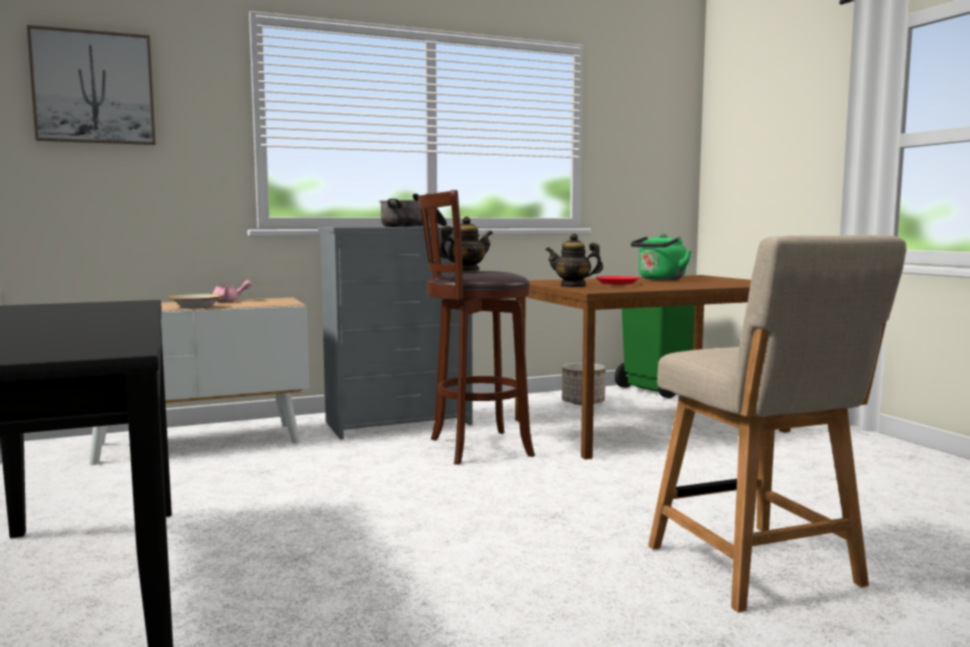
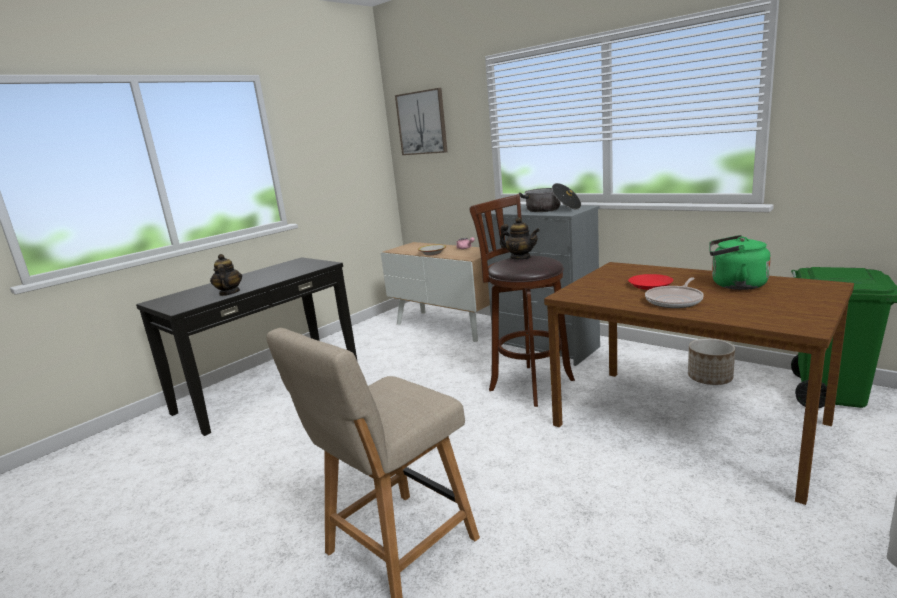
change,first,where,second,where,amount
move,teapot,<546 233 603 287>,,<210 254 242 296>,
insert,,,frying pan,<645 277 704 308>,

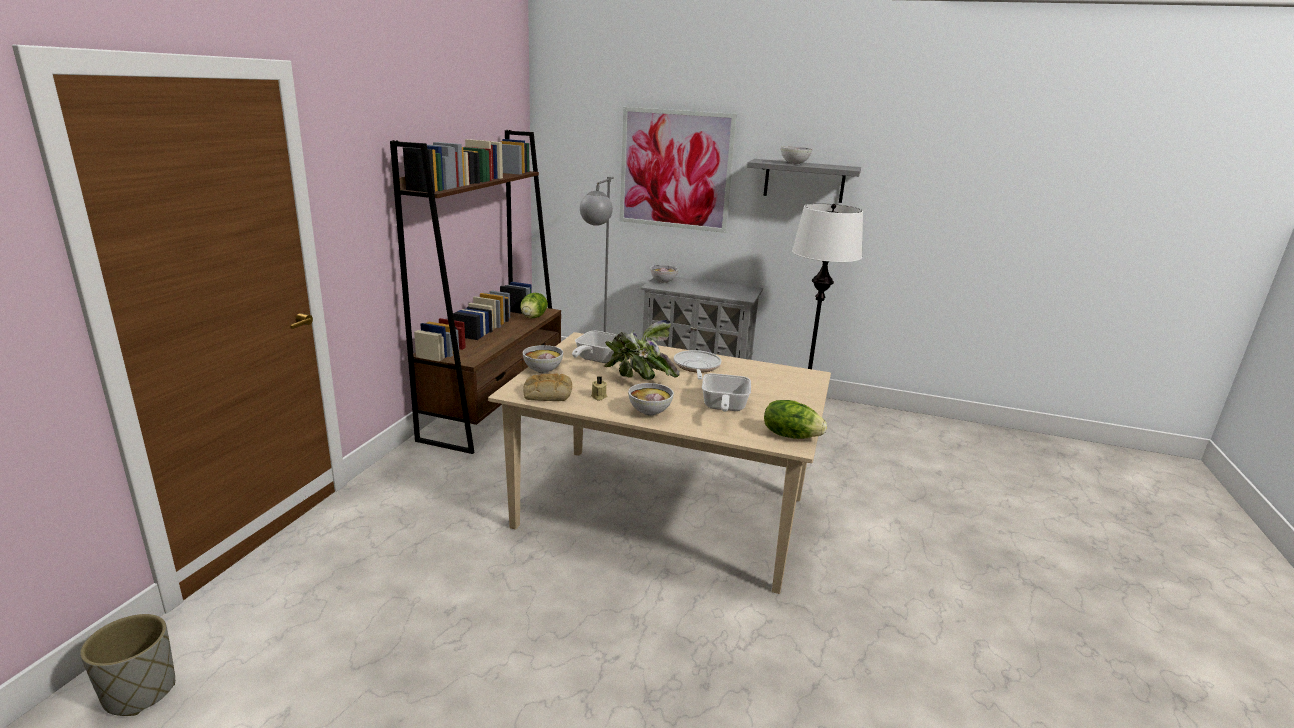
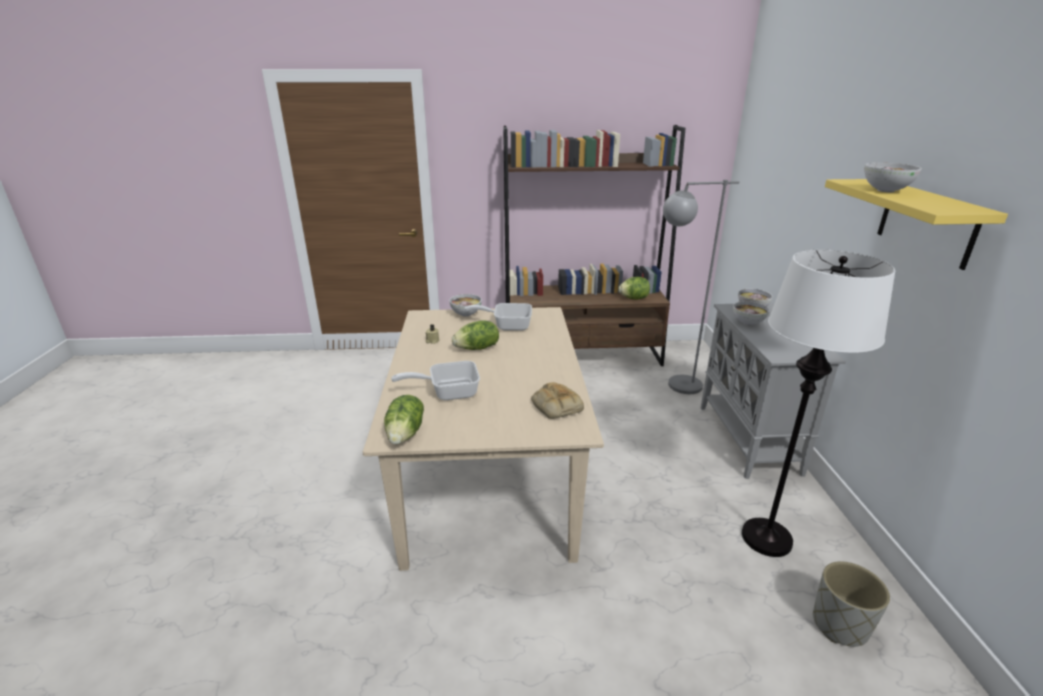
change,first,where,second,where,amount
delete,picture,<620 107 737 233>,,,
recolor,grey shelf,<747 159 861 203>,yellow shelf,<825 179 1008 270>,
replace,potted plant,<604 320 680 380>,lettuce,<452 321 499 350>,
delete,frying pan,<674 350 721 380>,,,
move,bread,<523 373 572 401>,,<531 382 584 419>,
move,bowl,<628 383 674 416>,,<733 301 770 325>,
move,grey planter,<80 614 175 716>,,<813 561 890 647>,

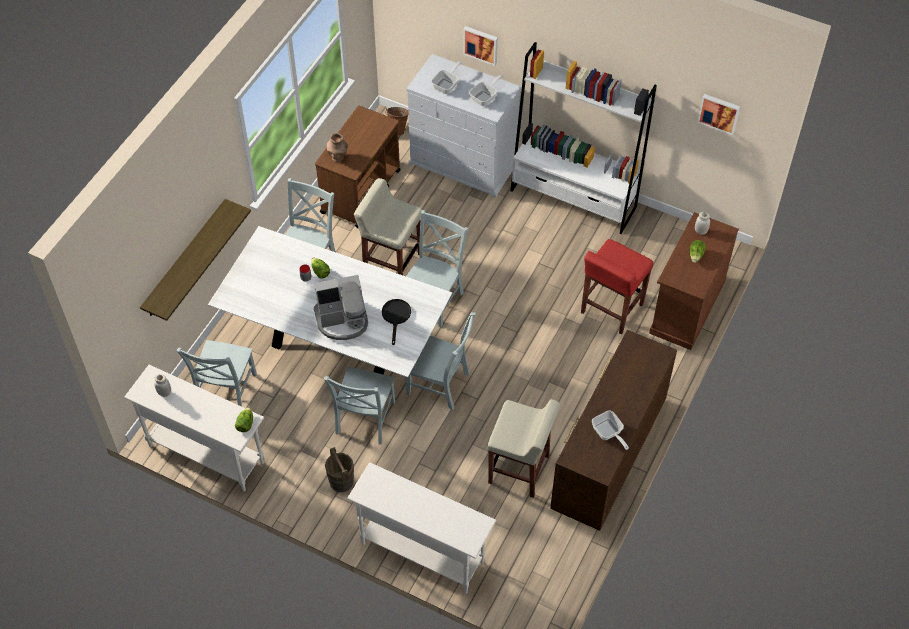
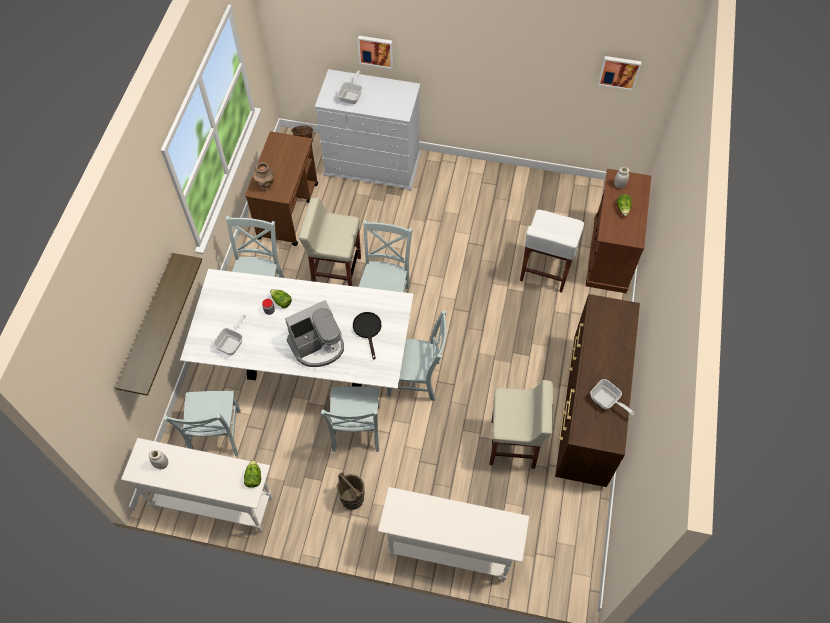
change,first,where,second,where,amount
delete,white bookcase,<510 42 657 234>,,,
move,frying pan,<469 75 503 106>,,<213 315 246 355>,
recolor,red stool,<581 239 654 334>,white stool,<520 210 584 293>,

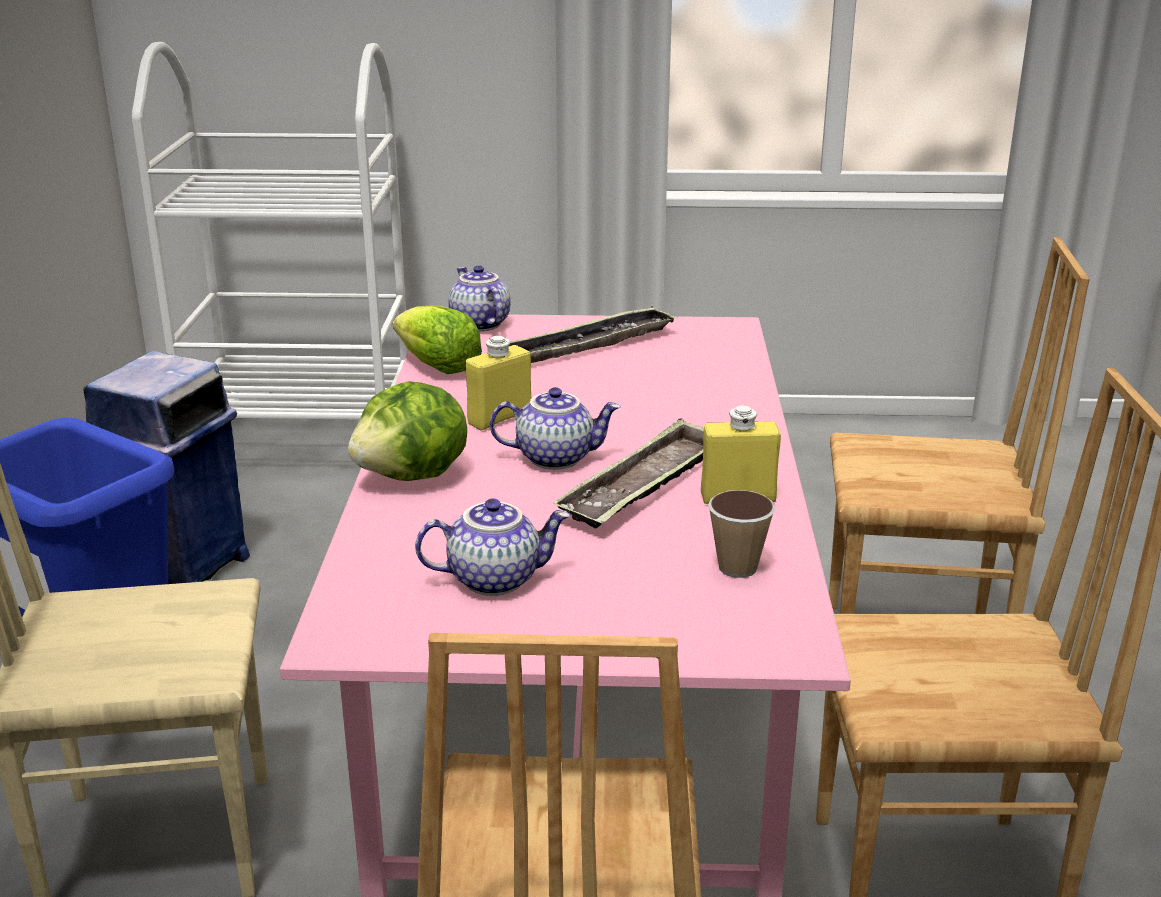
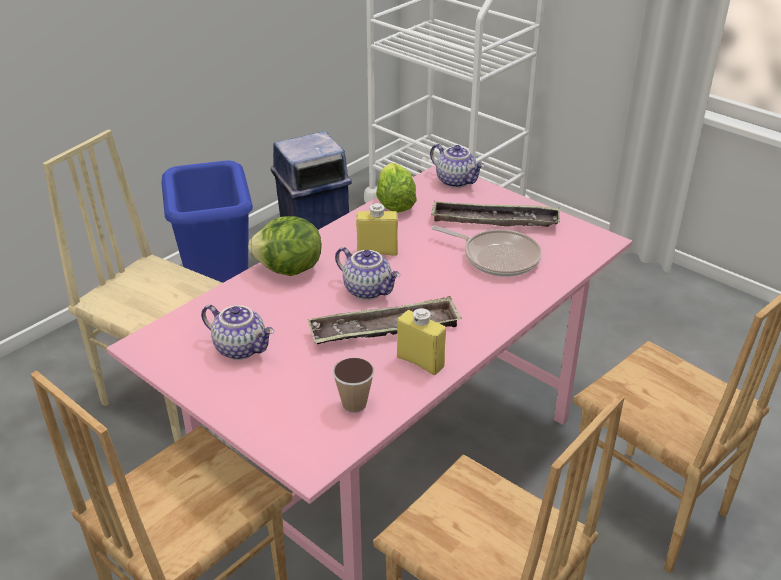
change,first,where,second,where,amount
rotate,teapot,<448 265 511 331>,,<430 144 485 188>,120 degrees clockwise
insert,,,frying pan,<432 225 542 277>,

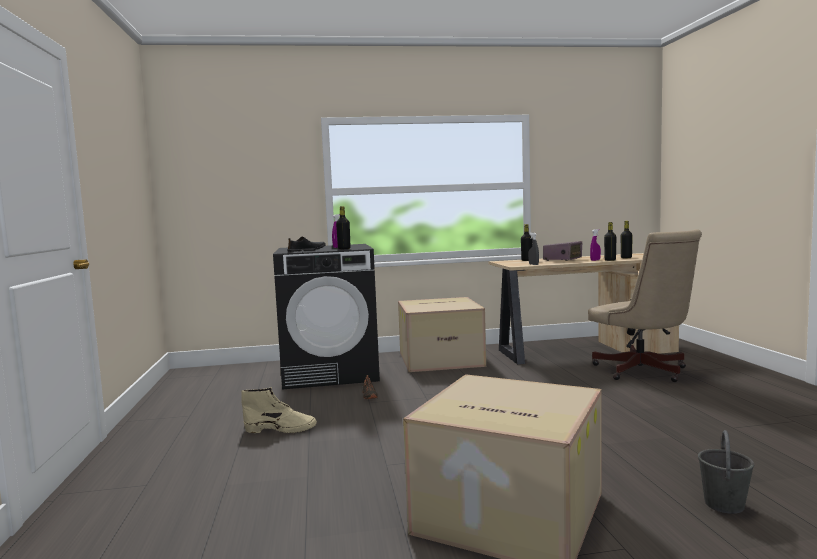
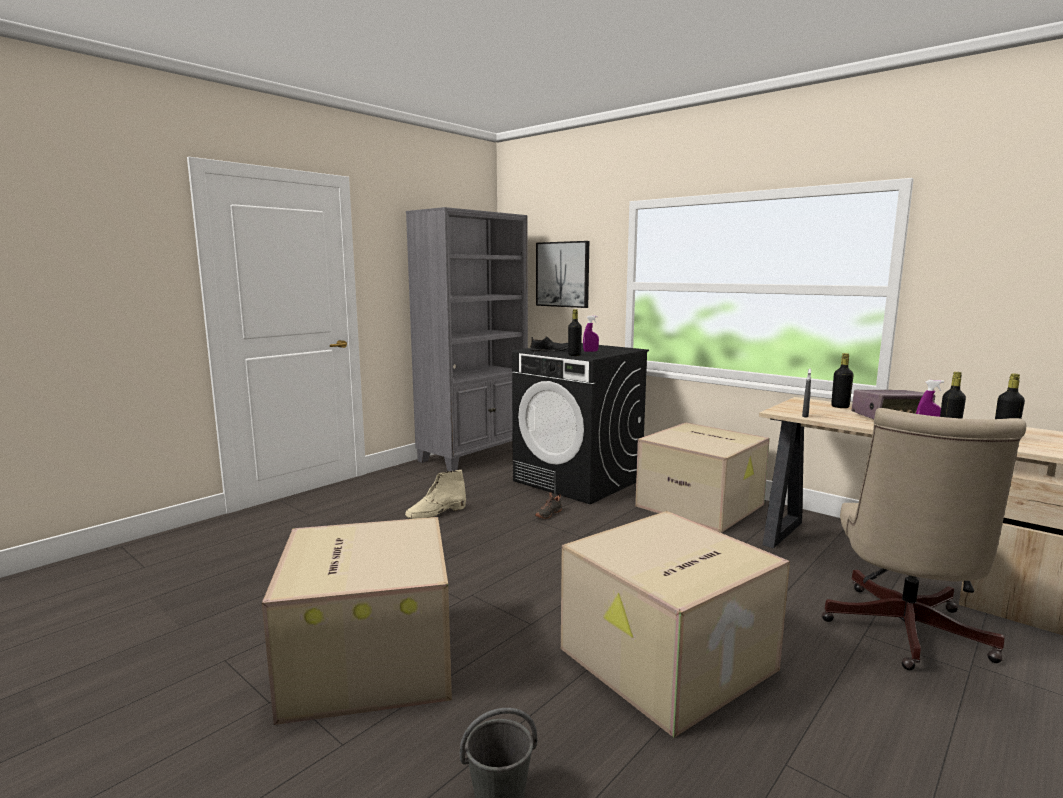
change,first,where,second,where,amount
rotate,beige boot,<241 387 317 433>,,<405 470 466 519>,90 degrees clockwise
insert,,,grey bookcase,<406 207 528 471>,
insert,,,picture,<536 241 589 308>,
insert,,,cardboard box,<561 511 790 738>,

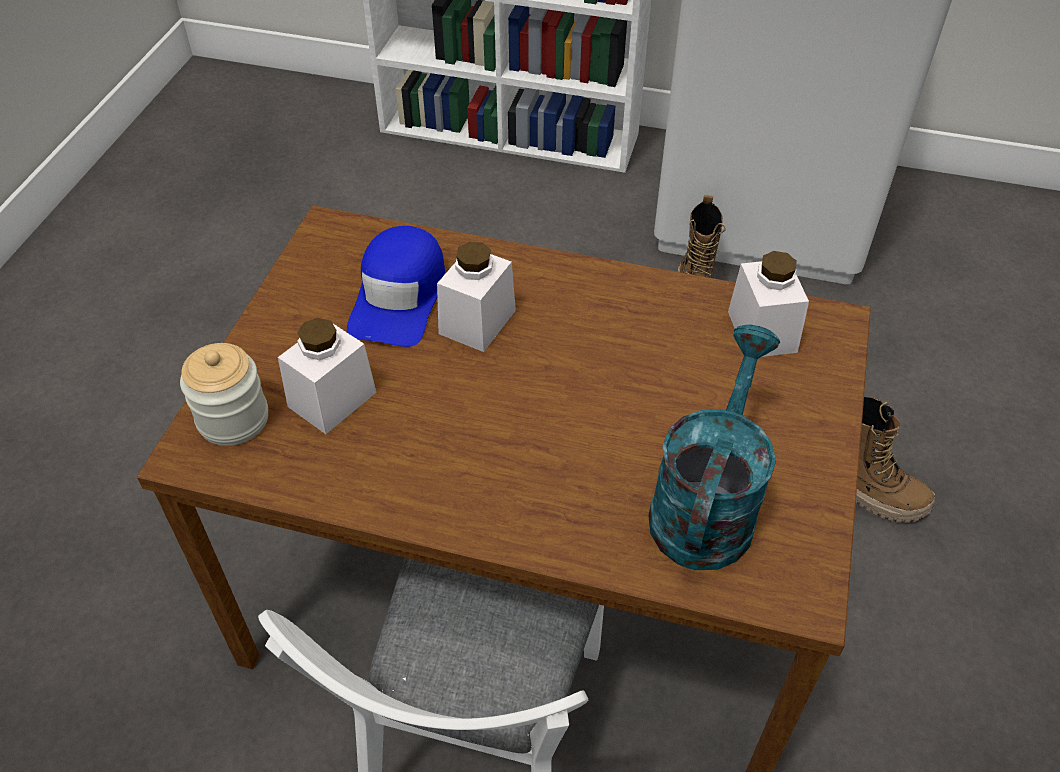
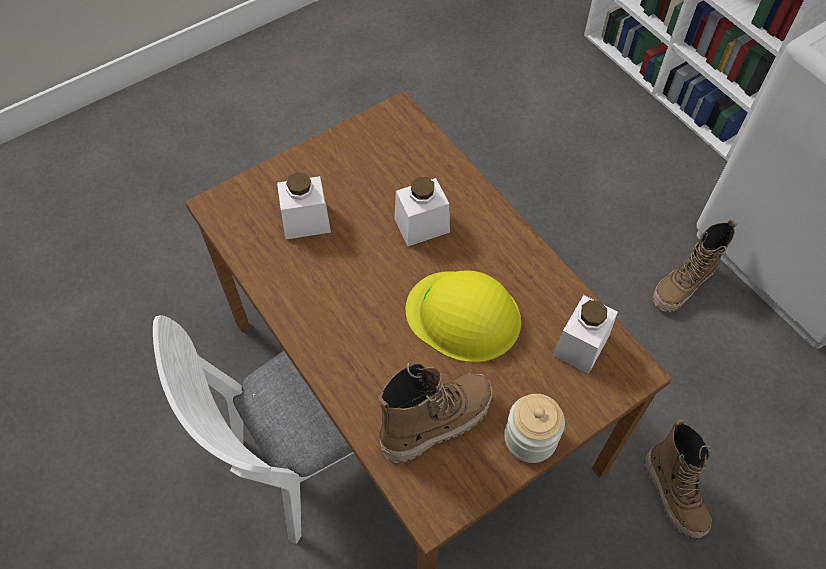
change,first,where,second,where,amount
delete,blue cap,<347 226 445 347>,,,
replace,turquoise watering can,<648 325 780 570>,boot,<377 362 492 463>,
move,jar,<180 343 268 446>,,<504 394 565 463>,
insert,,,yellow hard hat,<406 270 521 363>,

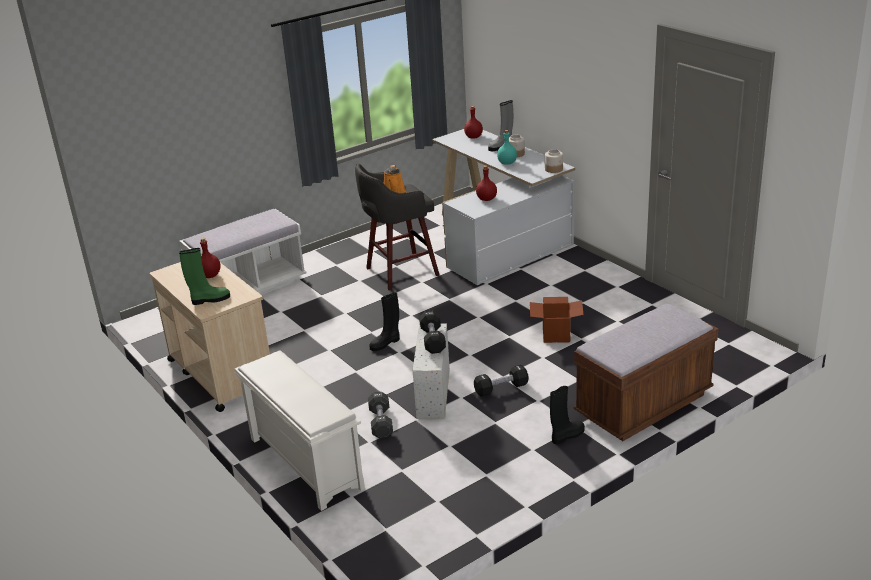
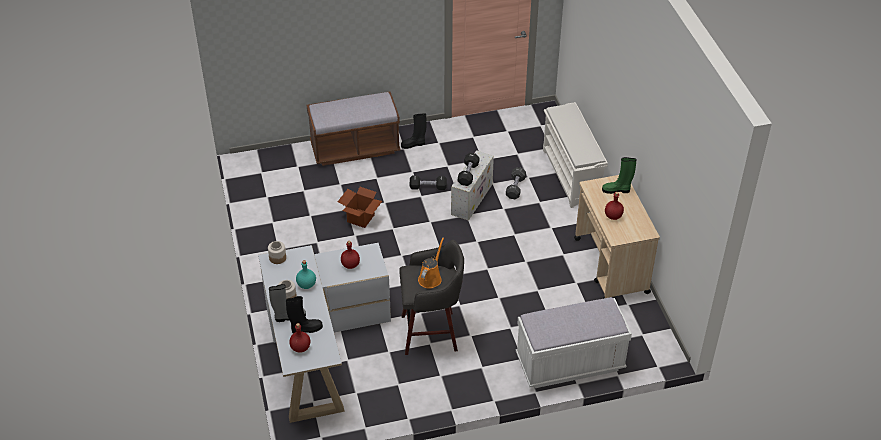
change,first,where,second,where,amount
move,black boot,<369 292 400 351>,,<286 296 323 334>,

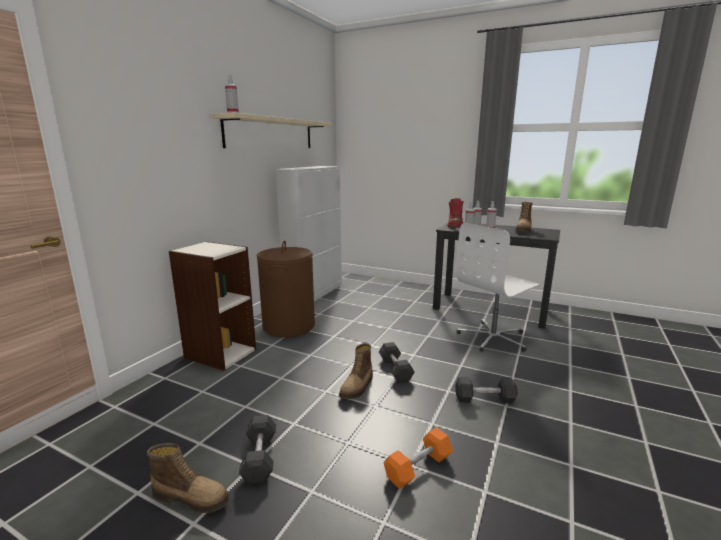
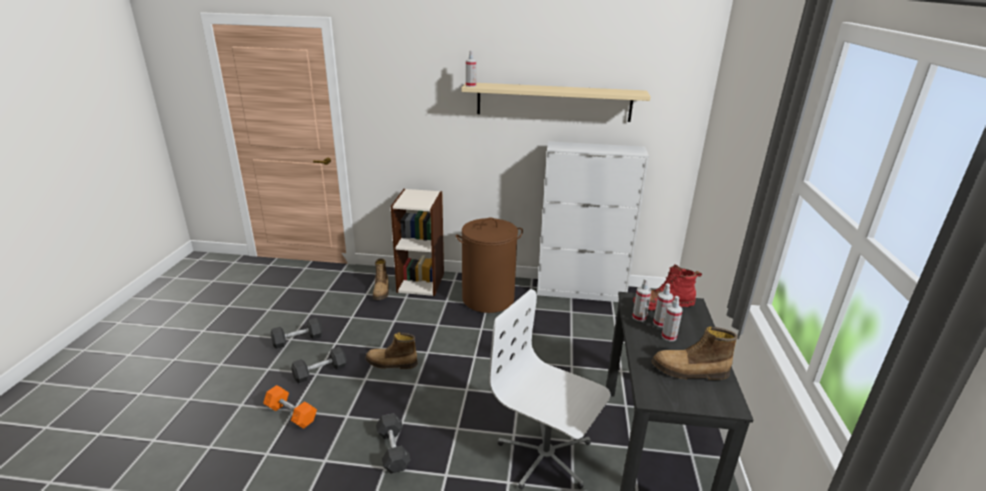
change,first,where,second,where,amount
move,grey dumbbell,<379 342 415 383>,,<291 347 347 384>,
move,boot,<147 443 229 513>,,<373 258 389 300>,

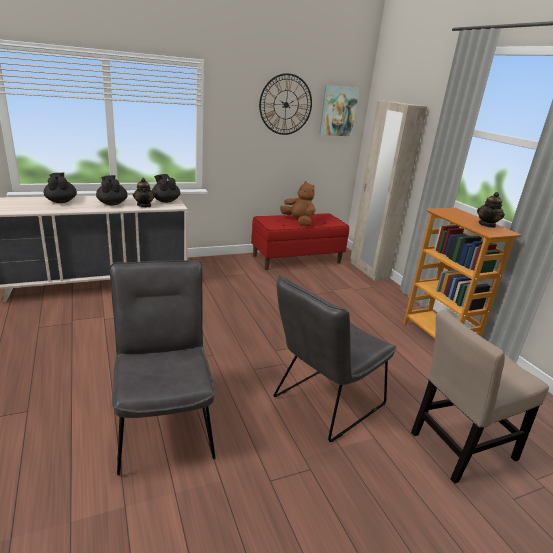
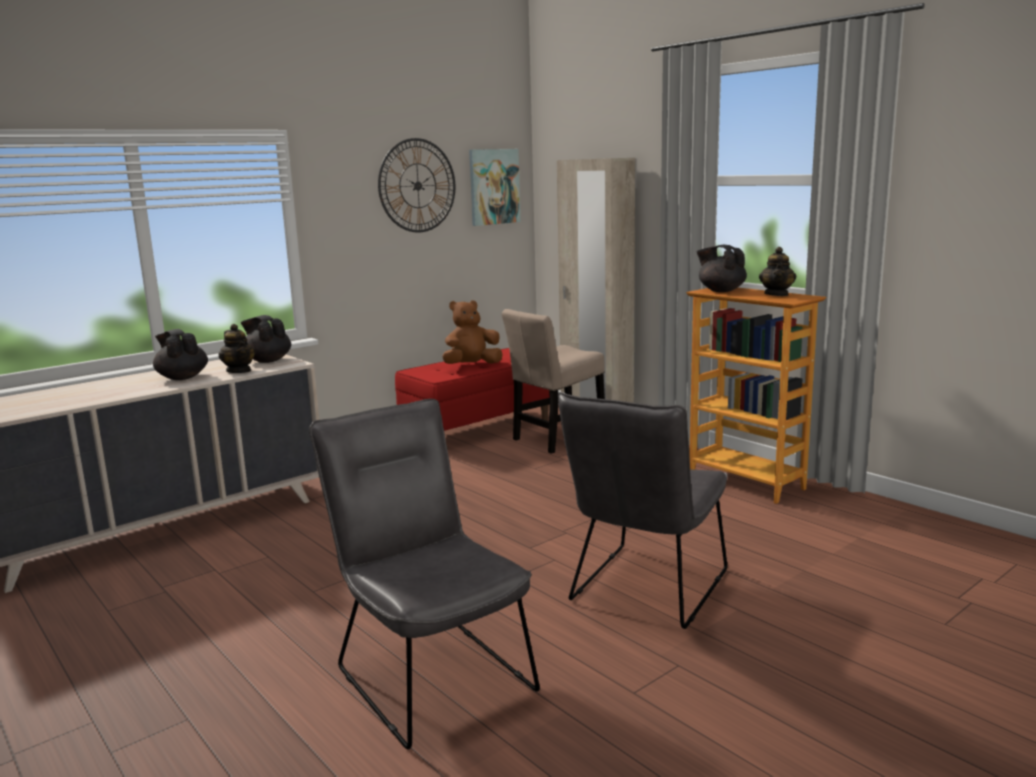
change,first,where,second,where,amount
move,black teapot,<44 172 77 203>,,<696 245 747 292>,
rotate,brown plush toy,<280 181 315 226>,,<442 300 503 364>,60 degrees counterclockwise
move,beige chair,<411 310 549 484>,,<502 309 605 454>,

